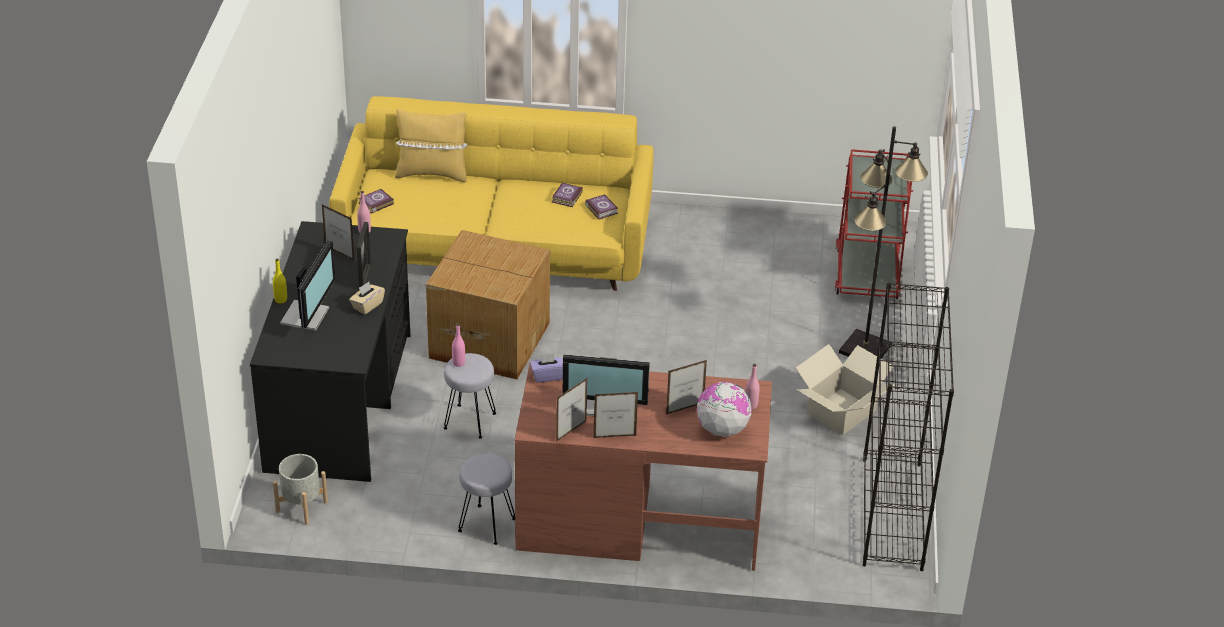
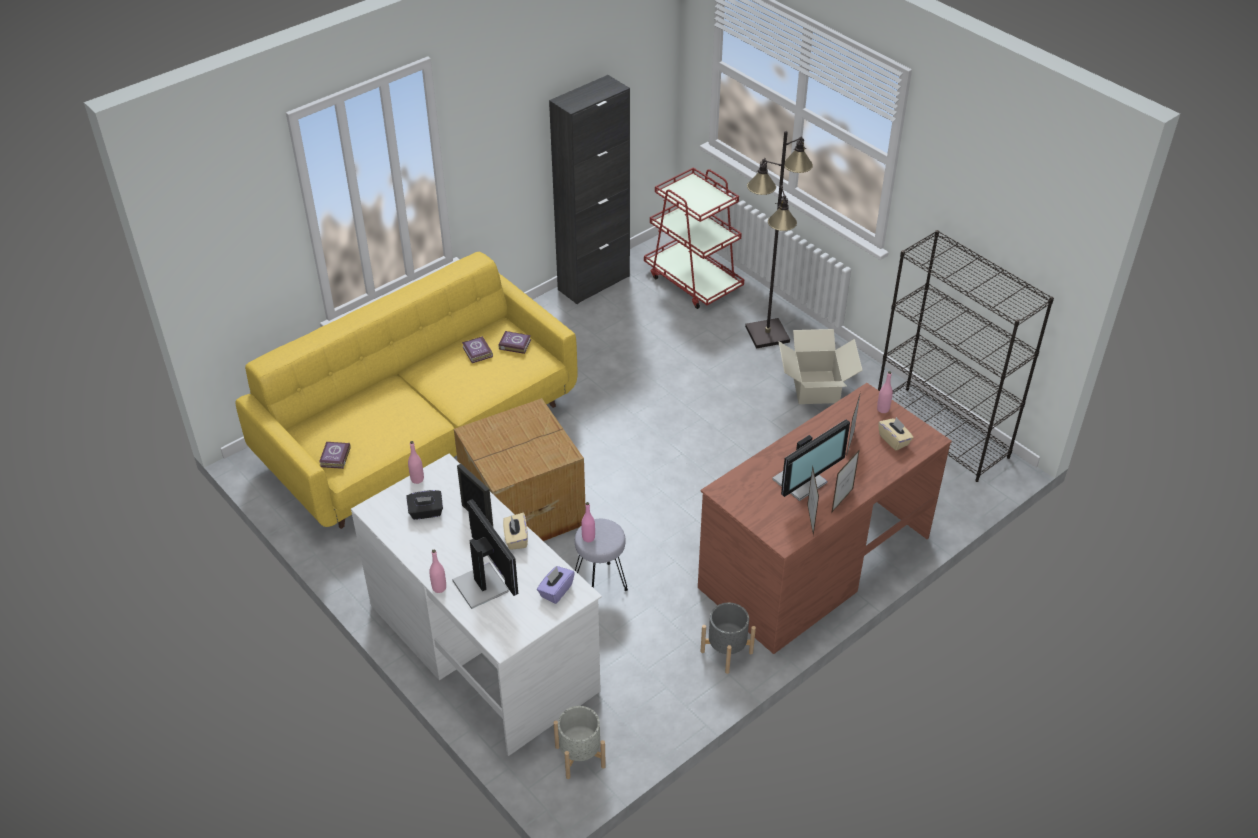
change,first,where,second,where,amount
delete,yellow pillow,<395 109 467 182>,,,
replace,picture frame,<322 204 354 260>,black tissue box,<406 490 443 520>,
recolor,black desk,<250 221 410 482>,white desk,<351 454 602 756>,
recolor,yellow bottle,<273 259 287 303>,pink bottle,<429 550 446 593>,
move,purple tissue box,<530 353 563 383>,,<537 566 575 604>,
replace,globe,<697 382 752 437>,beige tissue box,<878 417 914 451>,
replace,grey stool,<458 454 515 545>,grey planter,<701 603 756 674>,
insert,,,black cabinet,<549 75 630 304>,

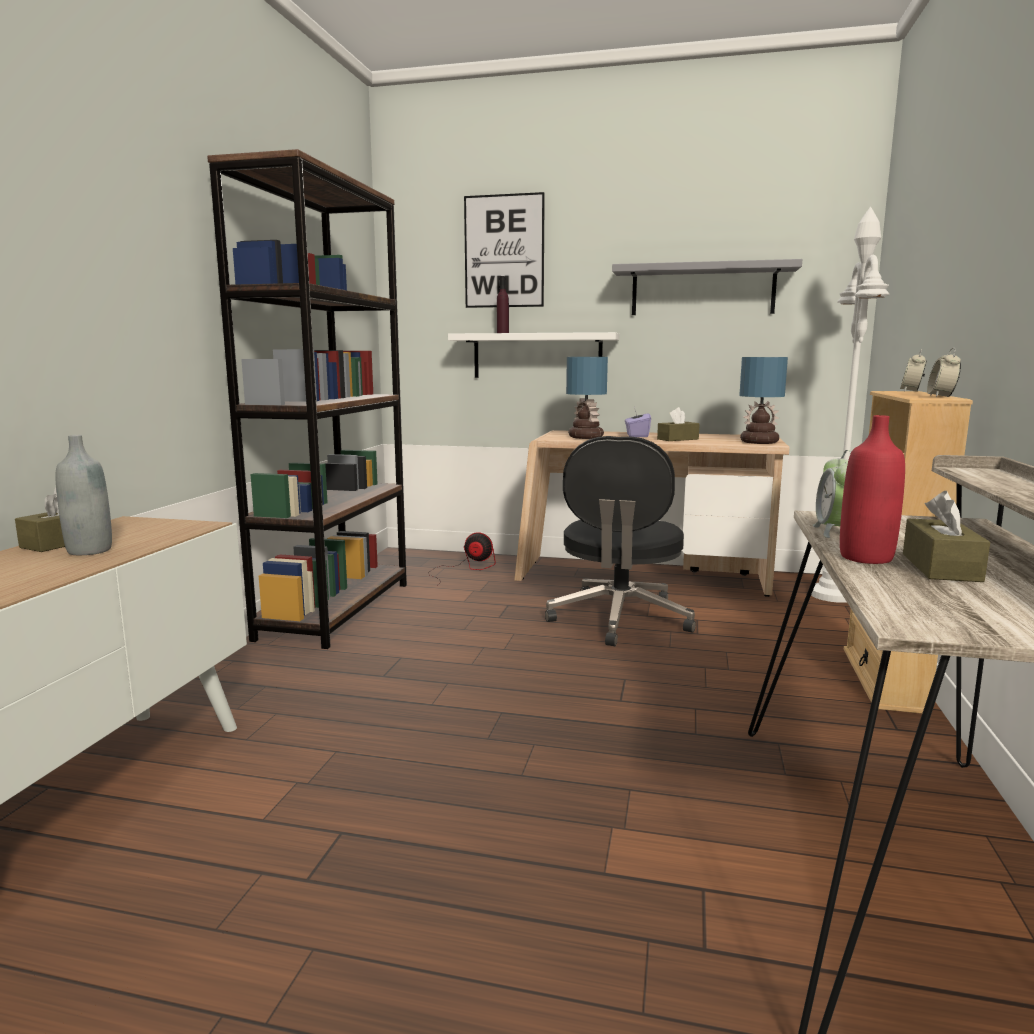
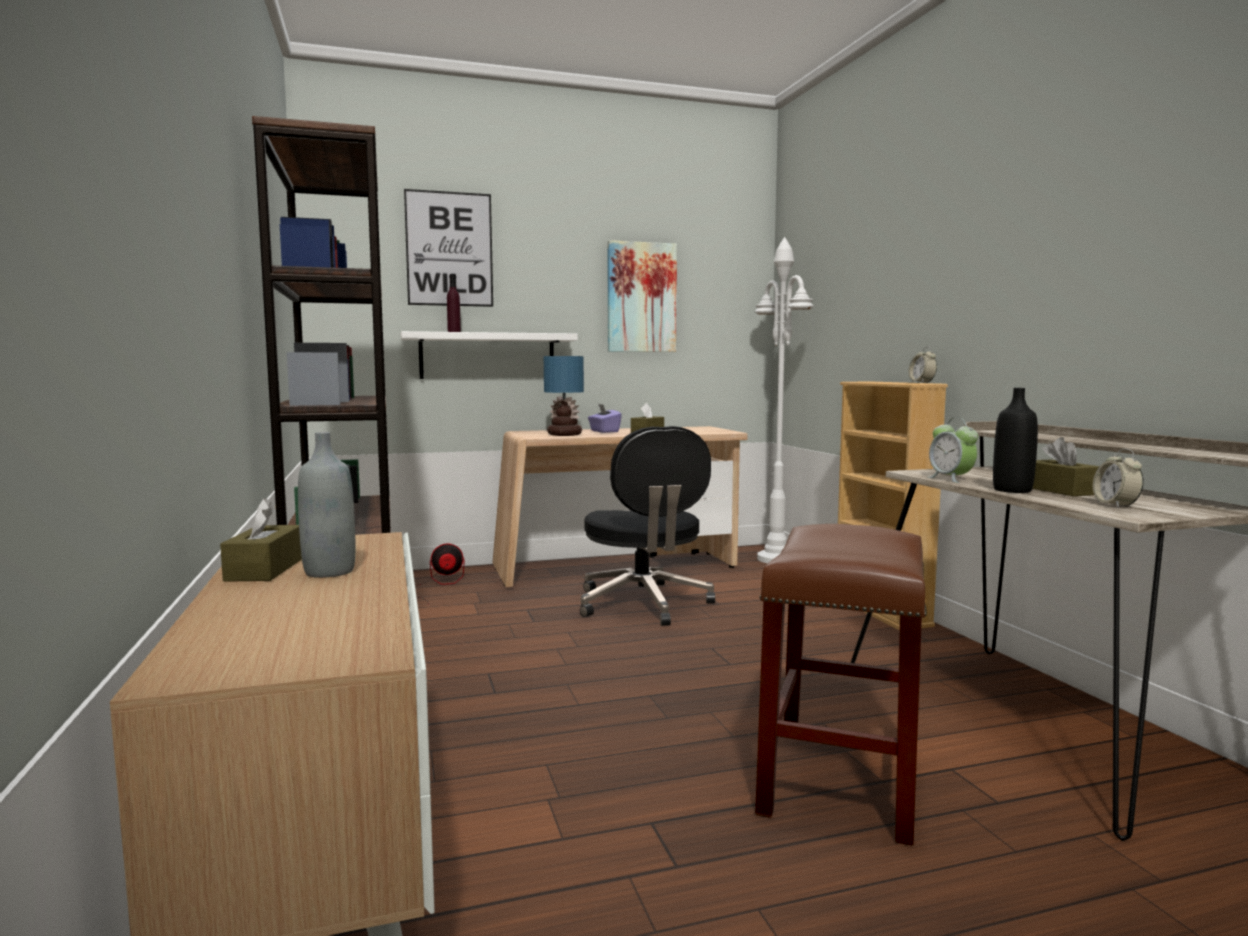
change,first,where,second,where,amount
replace,grey shelf,<612 259 802 315>,picture,<608 240 677 352>,
move,alarm clock,<900 349 927 392>,,<1093 449 1144 508>,
delete,table lamp,<739 357 788 444>,,,
recolor,red bottle,<840 415 905 564>,black bottle,<993 388 1038 493>,
insert,,,brown stool,<755 524 927 846>,

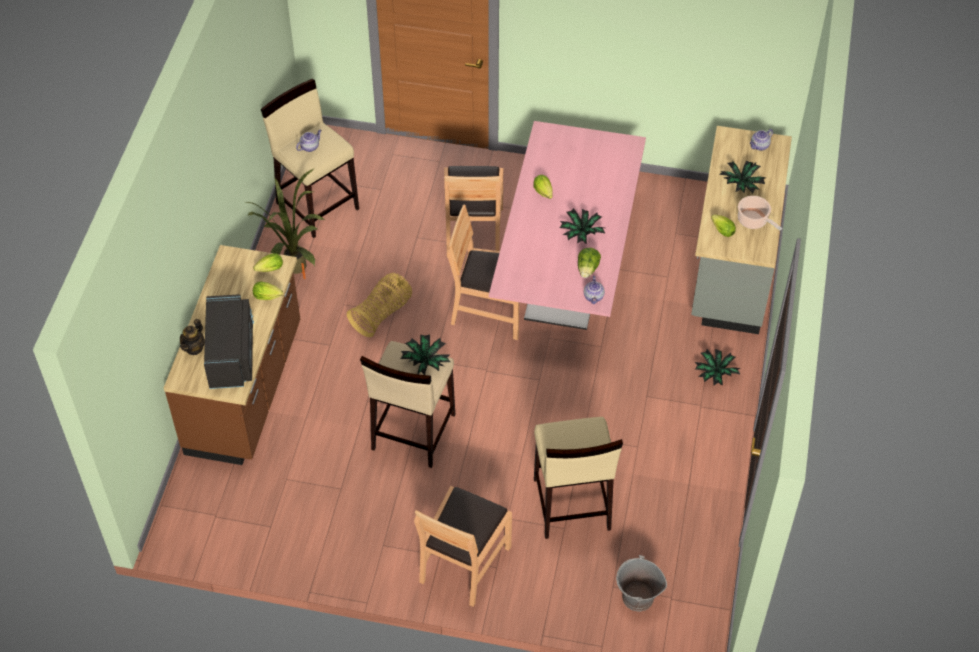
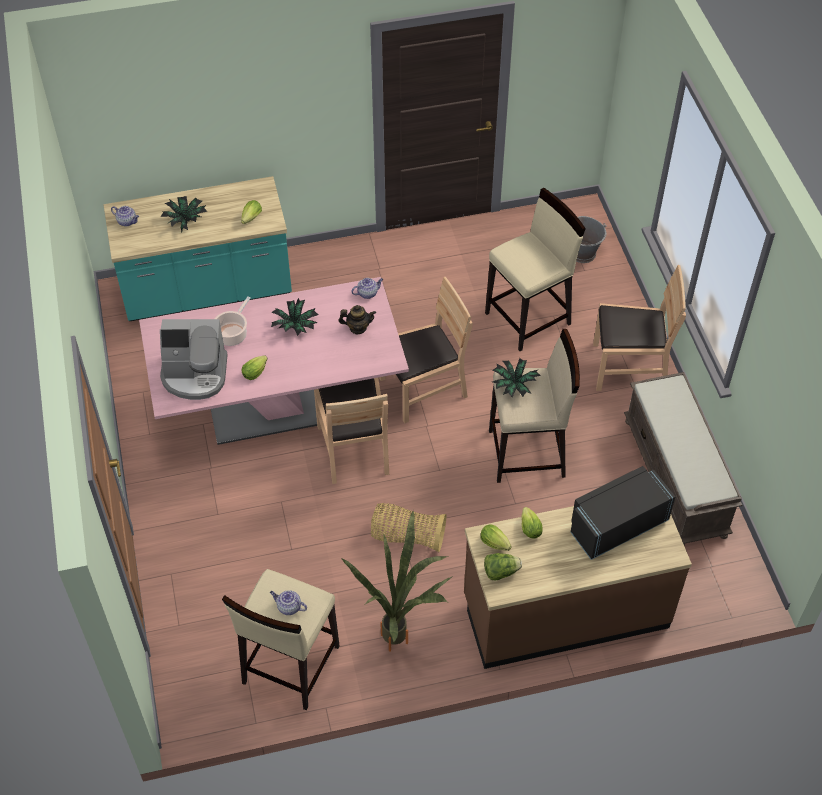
change,first,where,second,where,amount
recolor,grey counter,<691 126 792 334>,turquoise counter,<104 176 292 321>,
move,brown chair,<444 166 503 258>,,<379 277 473 423>,
move,cooking pot,<738 196 782 231>,,<215 297 251 346>,
move,lettuce,<578 248 601 278>,,<484 553 522 581>,
move,teapot,<180 319 205 355>,,<338 305 376 334>,
delete,potted plant,<695 349 741 386>,,,
insert,,,coffee machine,<160 319 228 400>,
insert,,,brown bench,<624 372 743 546>,

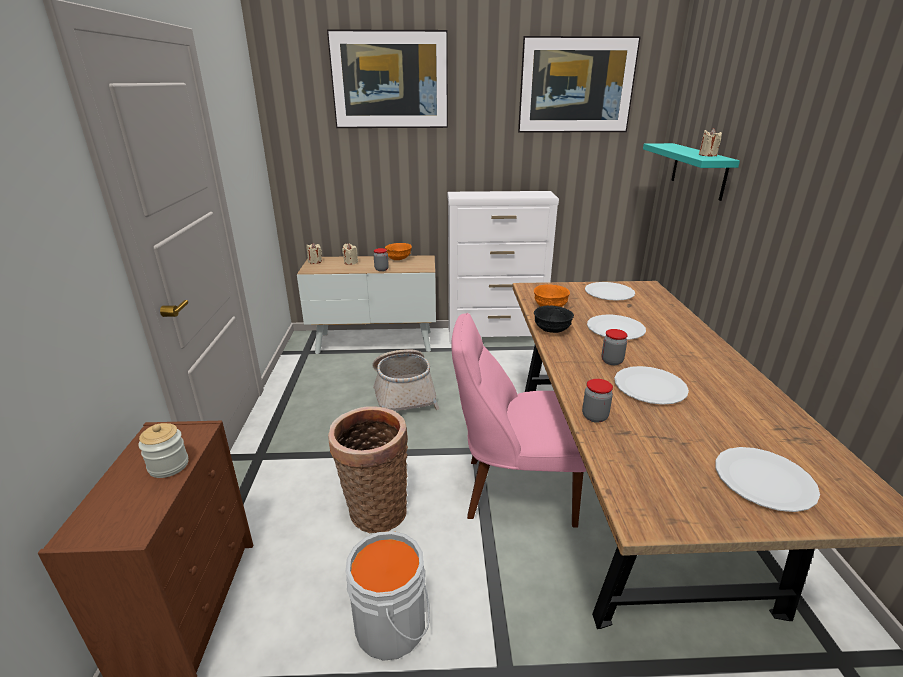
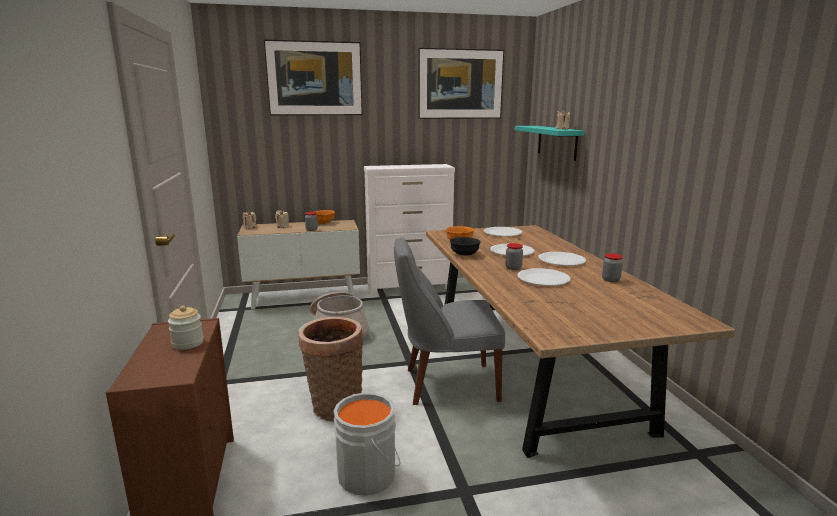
change,first,where,second,where,amount
recolor,pink chair,<451 313 586 528>,grey chair,<394 237 505 405>,
move,jar,<582 379 613 423>,,<602 253 623 282>,
move,white plate,<716 447 820 512>,,<538 252 586 266>,

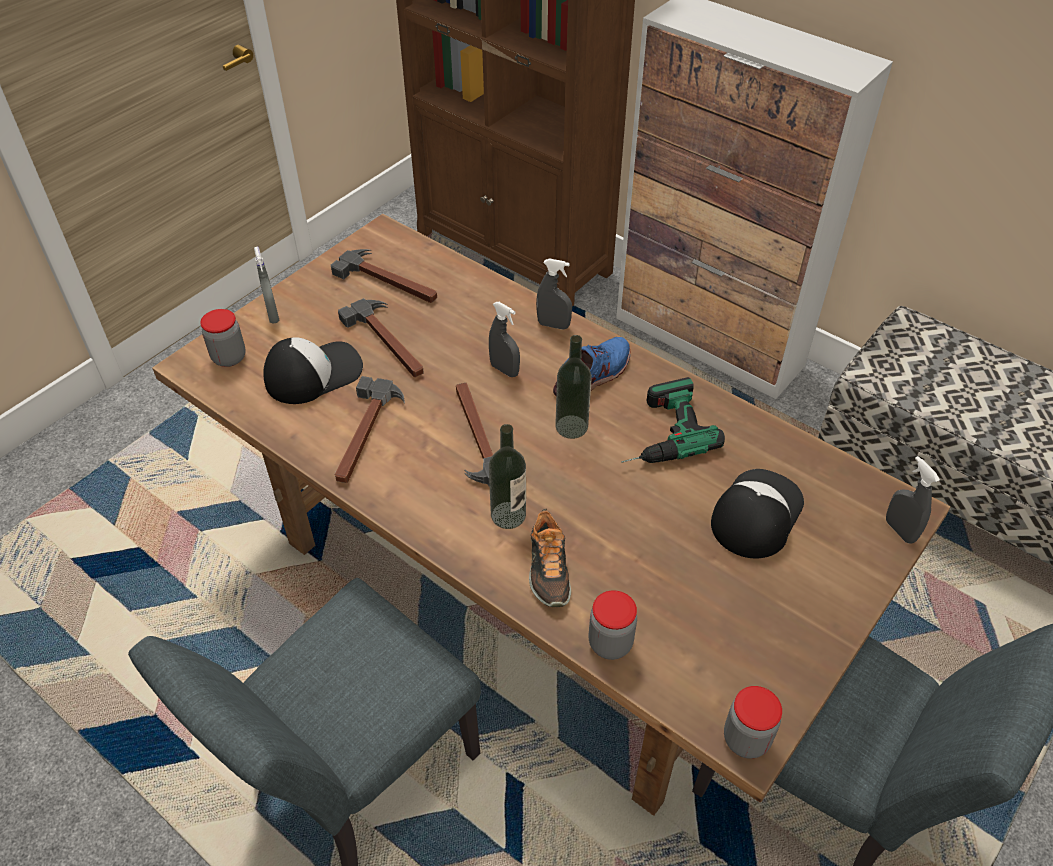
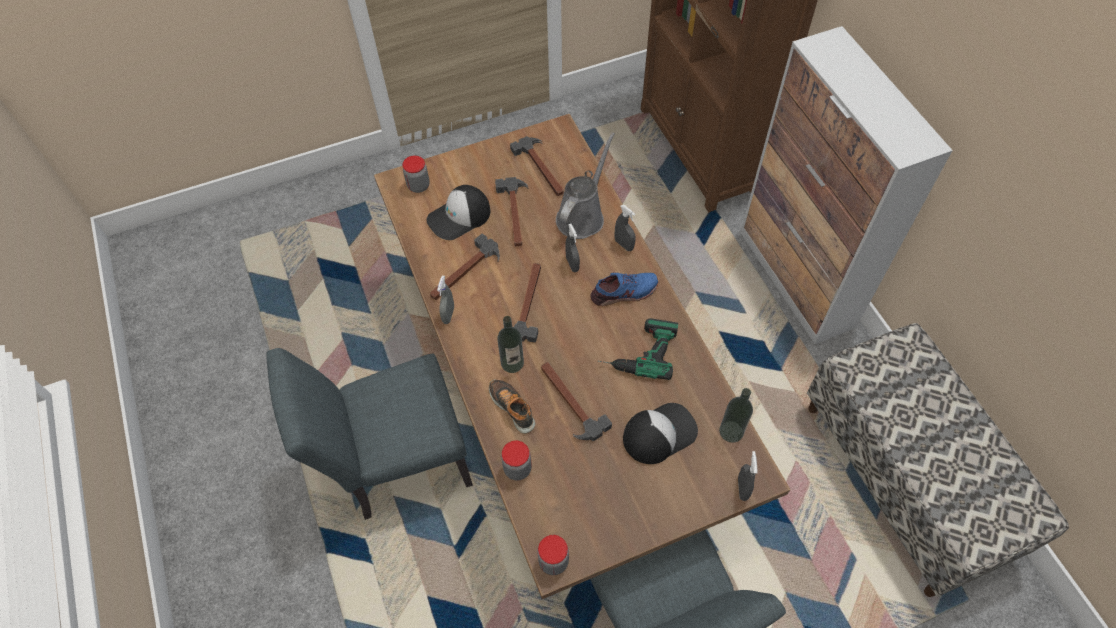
change,first,where,second,where,amount
move,grey spray bottle,<254 247 279 324>,,<437 276 454 324>,
move,bottle,<555 335 592 439>,,<719 388 753 443>,
rotate,cap,<263 337 363 404>,,<426 185 490 240>,150 degrees clockwise
rotate,shoe,<529 508 571 607>,,<489 379 535 434>,120 degrees clockwise
insert,,,grey watering can,<556 132 615 239>,
insert,,,hammer,<541 362 612 441>,

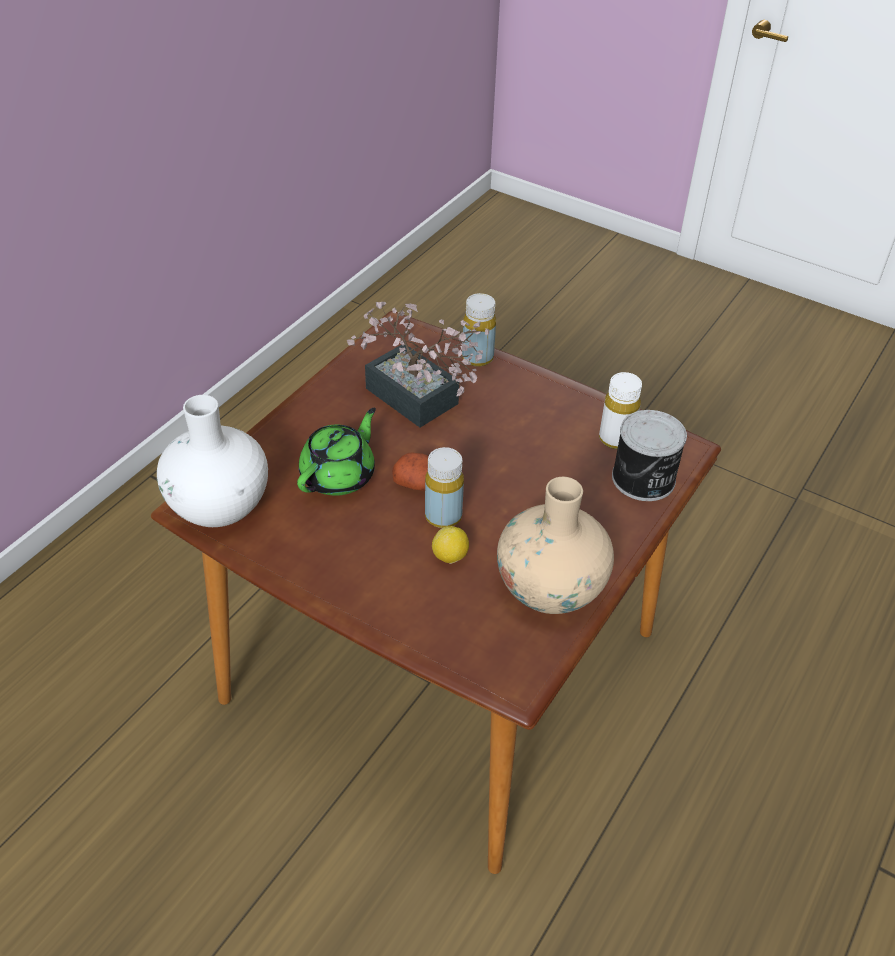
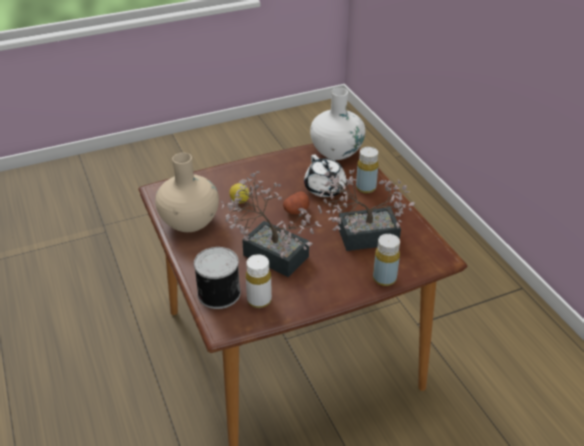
change,first,where,second,where,amount
recolor,green teapot,<297 408 376 496>,white teapot,<304 154 347 197>,
move,yellow bottle,<425 447 464 528>,,<356 147 379 193>,
insert,,,potted plant,<221 171 322 277>,

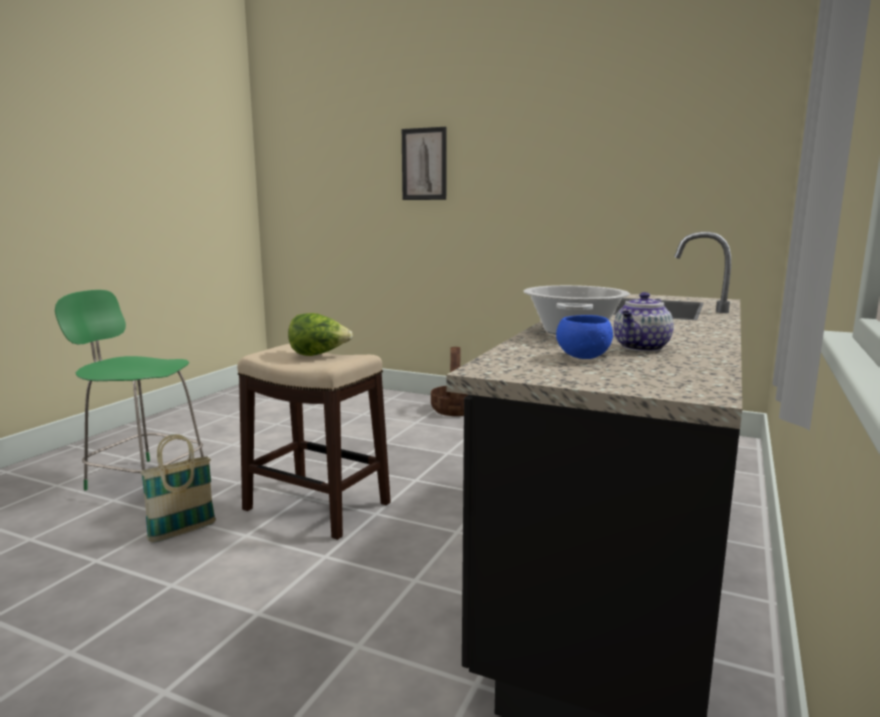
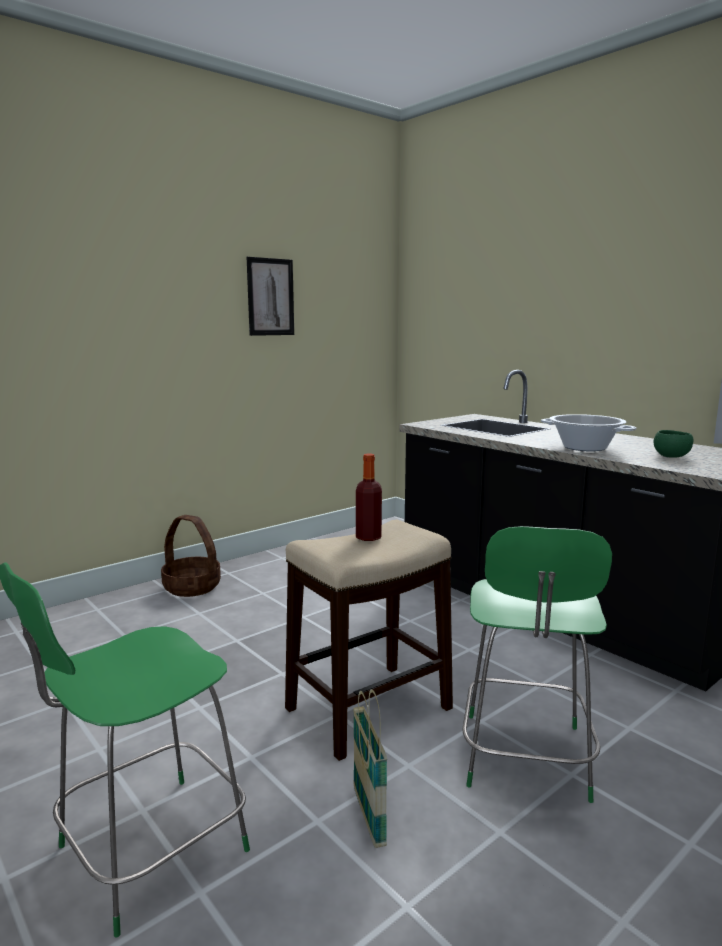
change,first,where,second,where,amount
move,picture,<402 127 447 200>,,<247 257 294 336>,
delete,teapot,<614 292 674 352>,,,
replace,lettuce,<288 313 353 356>,bottle,<356 454 382 541>,
recolor,blue bowl,<556 315 613 359>,green bowl,<653 430 694 458>,
insert,,,green chair,<462 526 612 803>,

